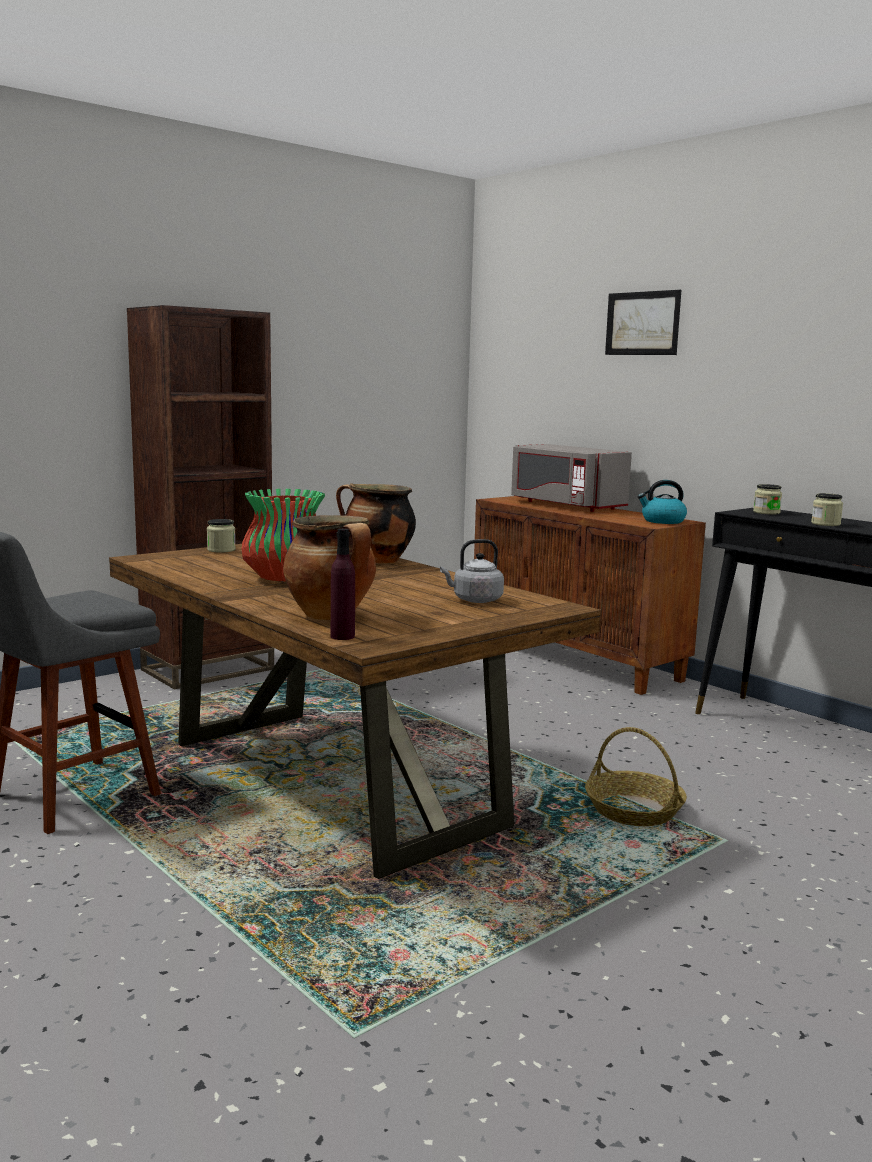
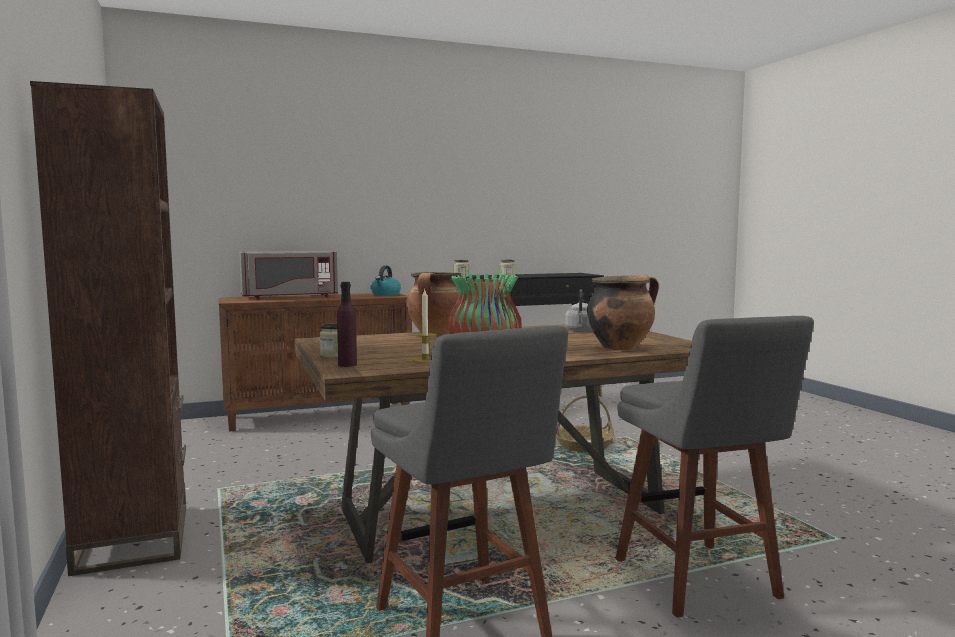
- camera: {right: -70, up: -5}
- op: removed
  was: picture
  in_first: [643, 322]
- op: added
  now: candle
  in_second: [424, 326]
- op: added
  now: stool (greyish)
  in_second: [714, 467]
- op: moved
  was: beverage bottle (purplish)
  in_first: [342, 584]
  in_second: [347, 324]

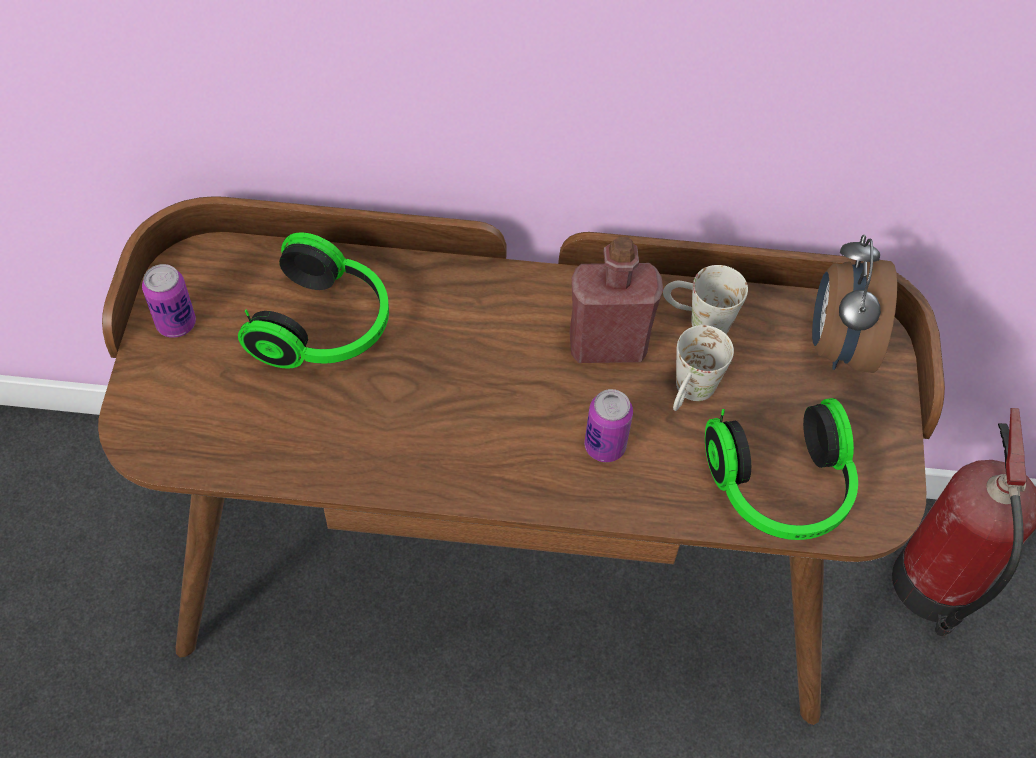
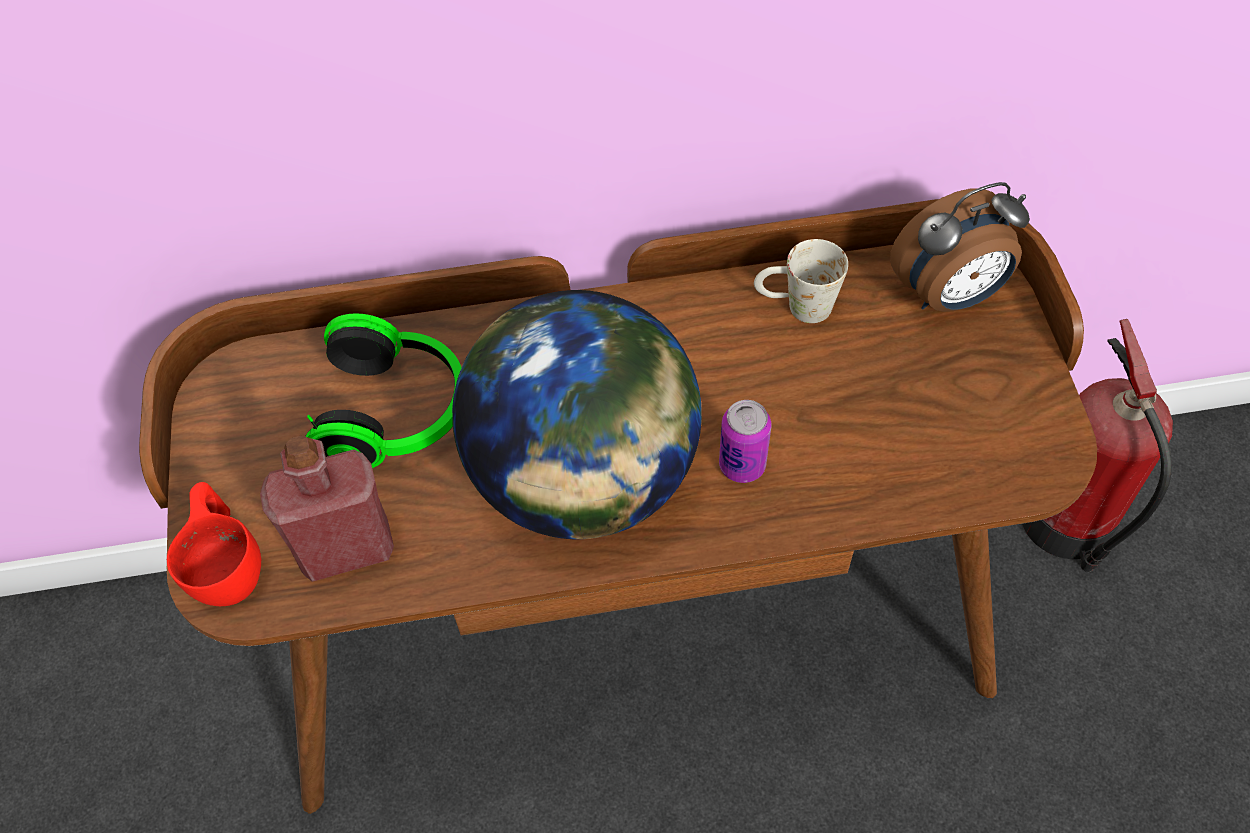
- camera: {right: -10, up: 0}
- op: removed
  was: can
  in_first: [169, 301]
- op: removed
  was: mug (whitish)
  in_first: [703, 368]
- op: removed
  was: headphones
  in_first: [781, 469]
- op: added
  now: drinking cup (reddish)
  in_second: [214, 544]
- op: added
  now: desk globe
  in_second: [577, 414]
- op: moved
  was: beverage bottle (reddish)
  in_first: [616, 300]
  in_second: [327, 509]
- op: turned
  was: table clock
  in_first: [854, 304]
  in_second: [960, 247]
  clockwise: -105

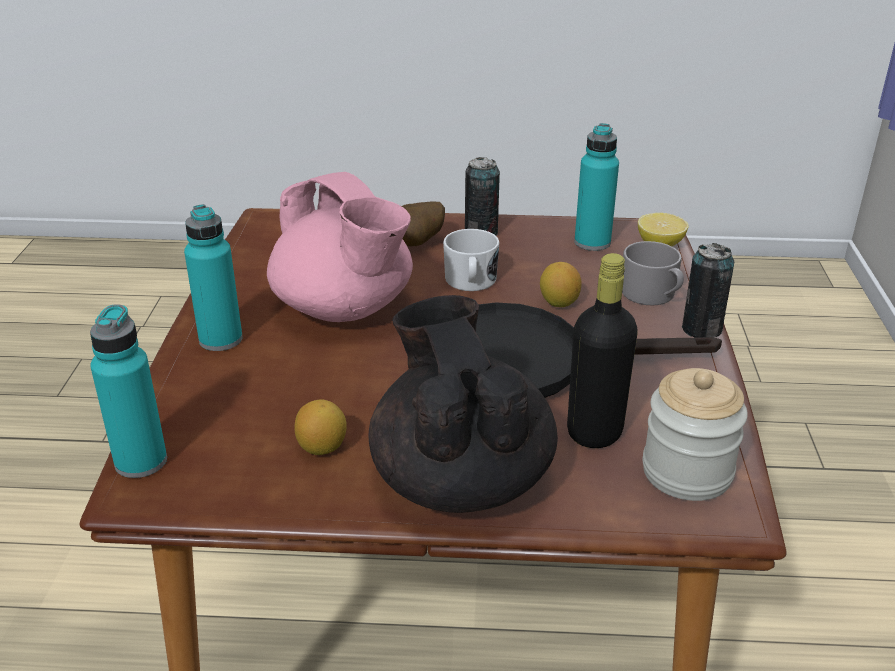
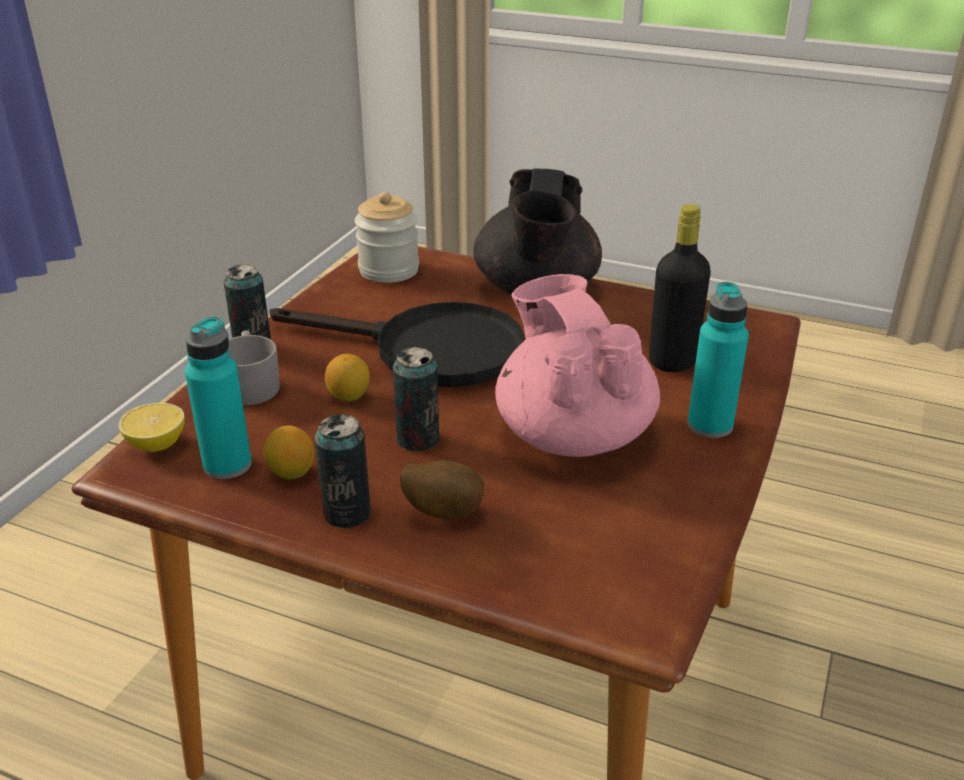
- camera: {right: -160, up: 0}
- op: removed
  was: beverage bottle (turquoise)
  in_first: [128, 391]
- op: moved
  was: lemon
  in_first: [321, 427]
  in_second: [289, 452]
- op: moved
  was: beverage bottle (black)
  in_first: [602, 350]
  in_second: [680, 288]
- op: replaced
  was: mug (whitish)
  now: can
  in_first: [471, 260]
  in_second: [416, 399]

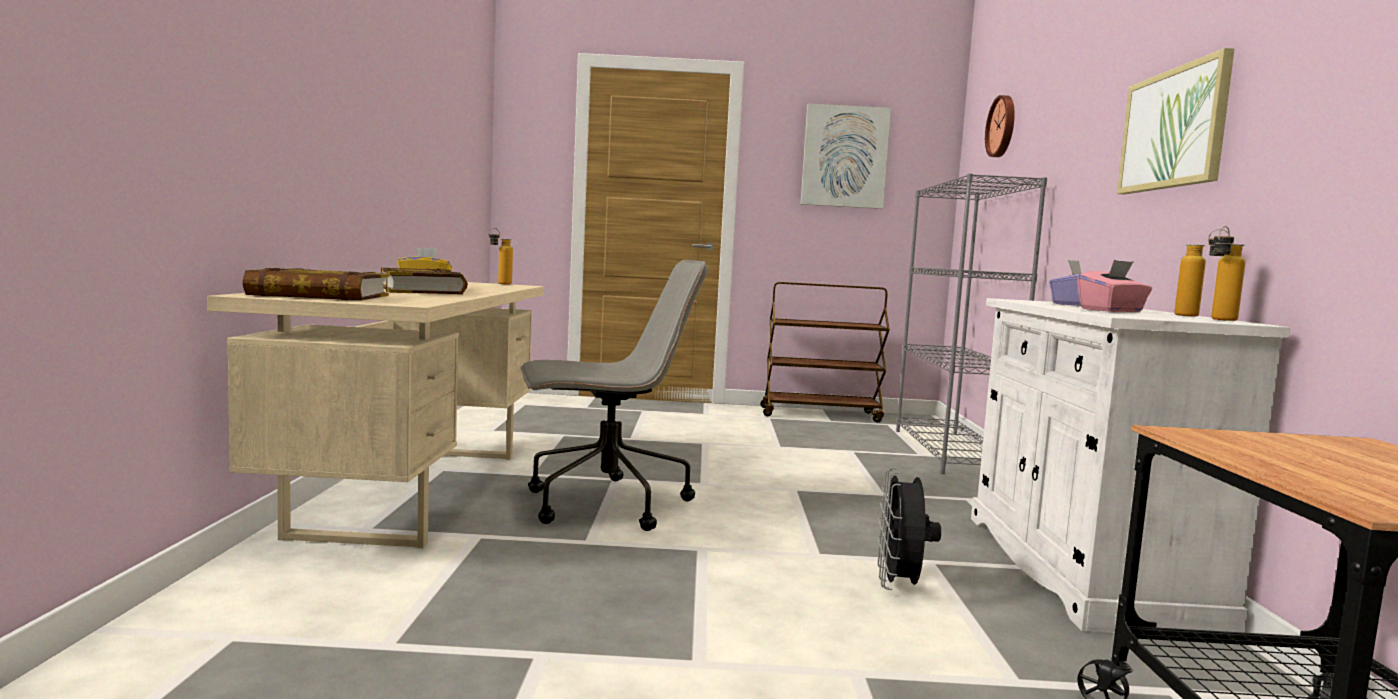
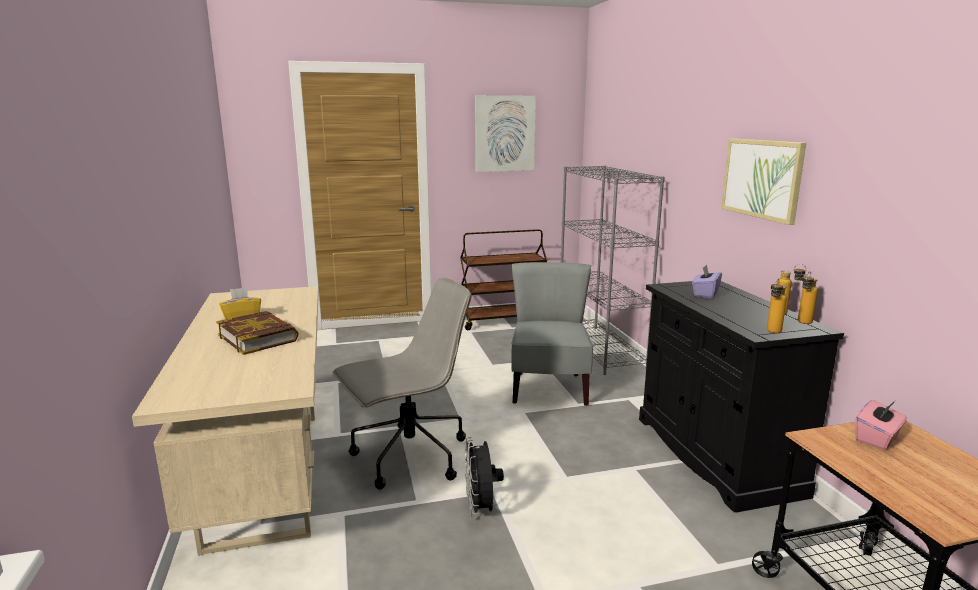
- camera: {right: -15, up: 10}
- op: removed
  was: bound book
  in_first: [315, 284]
- op: removed
  was: hanging clock
  in_first: [1000, 126]
- op: added
  now: upright chair (greyish)
  in_second: [552, 334]
- op: moved
  was: beverage bottle
  in_first: [500, 256]
  in_second: [777, 306]
- op: moved
  was: cooling fan (black)
  in_first: [909, 528]
  in_second: [484, 477]
- op: moved
  was: tissue box (pinkish)
  in_first: [1115, 286]
  in_second: [881, 425]
- op: recoloured
  was: cabinet (whitish)
  now: cabinet (black)
  in_first: [1130, 465]
  in_second: [741, 397]

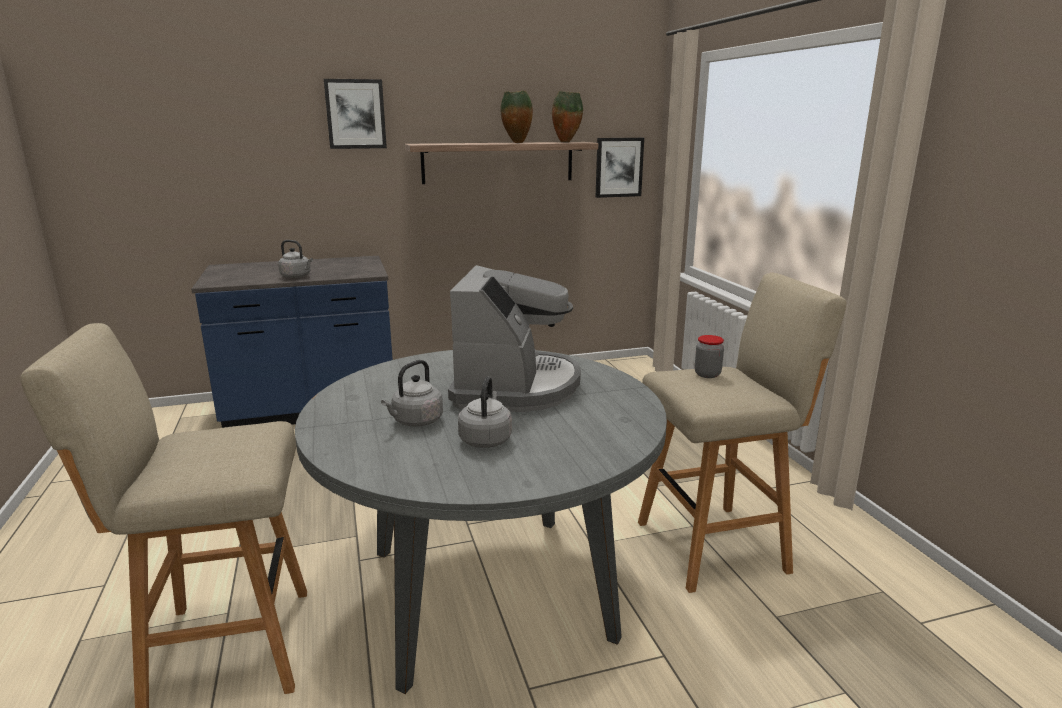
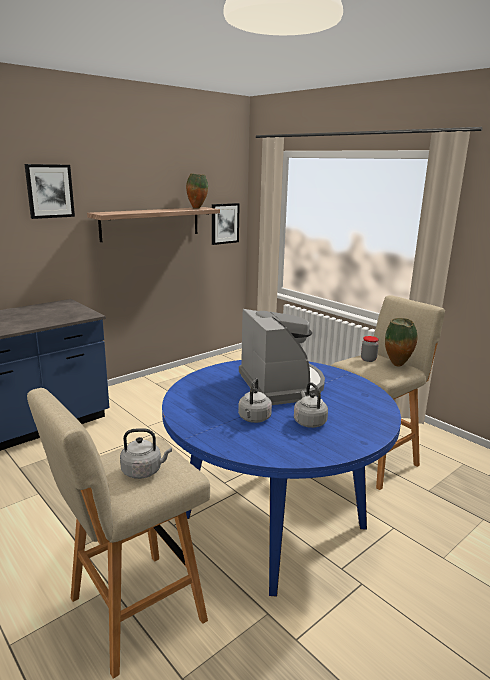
- camera: {right: -25, up: 0}
- op: moved
  was: kettle (greyish)
  in_first: [295, 259]
  in_second: [146, 453]
- op: moved
  was: flower vase
  in_first: [516, 117]
  in_second: [401, 342]
- op: recoloured
  was: dining table (greyish)
  now: dining table (blue)
  in_first: [481, 522]
  in_second: [281, 478]

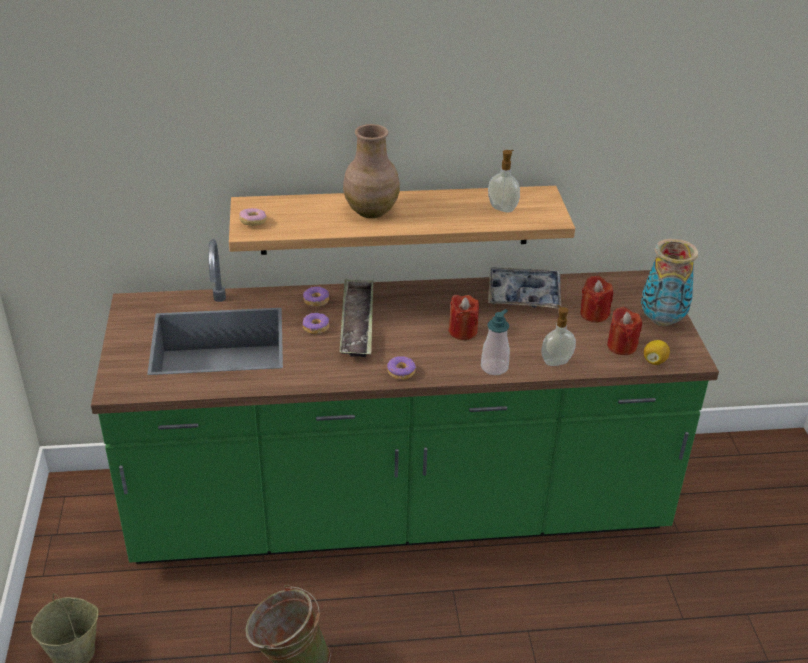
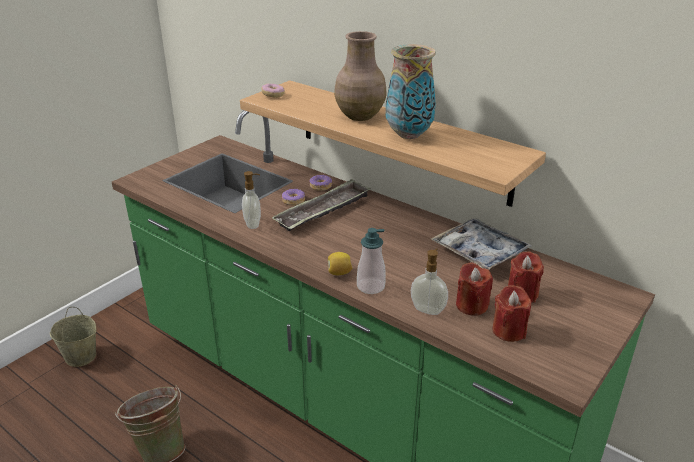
- camera: {right: 45, up: -5}
- op: removed
  was: donut
  in_first: [401, 368]
- op: moved
  was: candle (reddish)
  in_first: [464, 317]
  in_second: [474, 289]
- op: moved
  was: soap dispenser
  in_first: [504, 181]
  in_second: [251, 200]
- op: moved
  was: flower vase
  in_first: [669, 282]
  in_second: [411, 91]
- op: moved
  was: lemon
  in_first: [657, 352]
  in_second: [340, 263]

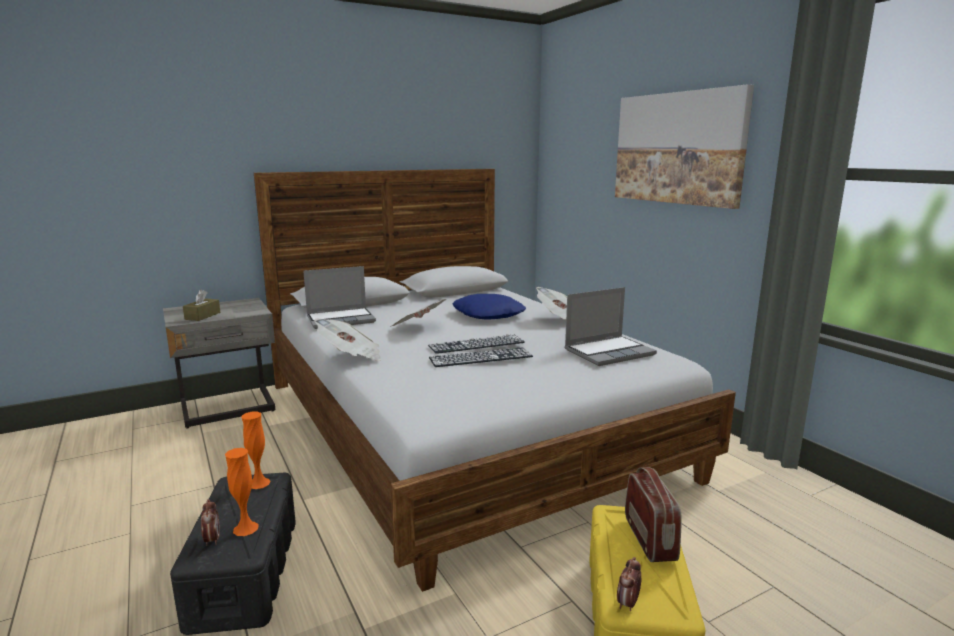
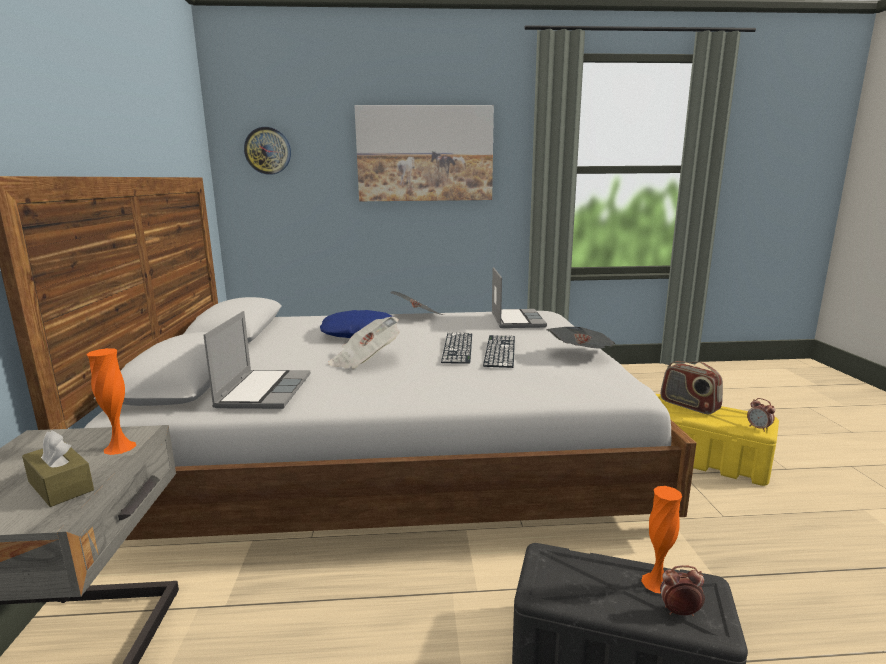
- camera: {right: -65, up: 0}
- op: added
  now: hanging clock
  in_second: [267, 151]
- op: moved
  was: flower vase (orange-coloured)
  in_first: [256, 450]
  in_second: [111, 401]
- op: moved
  was: daily paper
  in_first: [347, 339]
  in_second: [580, 338]
- op: turned
  was: radio set
  in_first: [653, 514]
  in_second: [692, 387]
  clockwise: -150

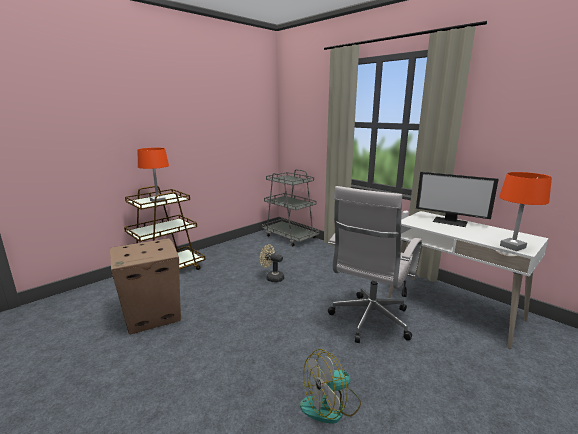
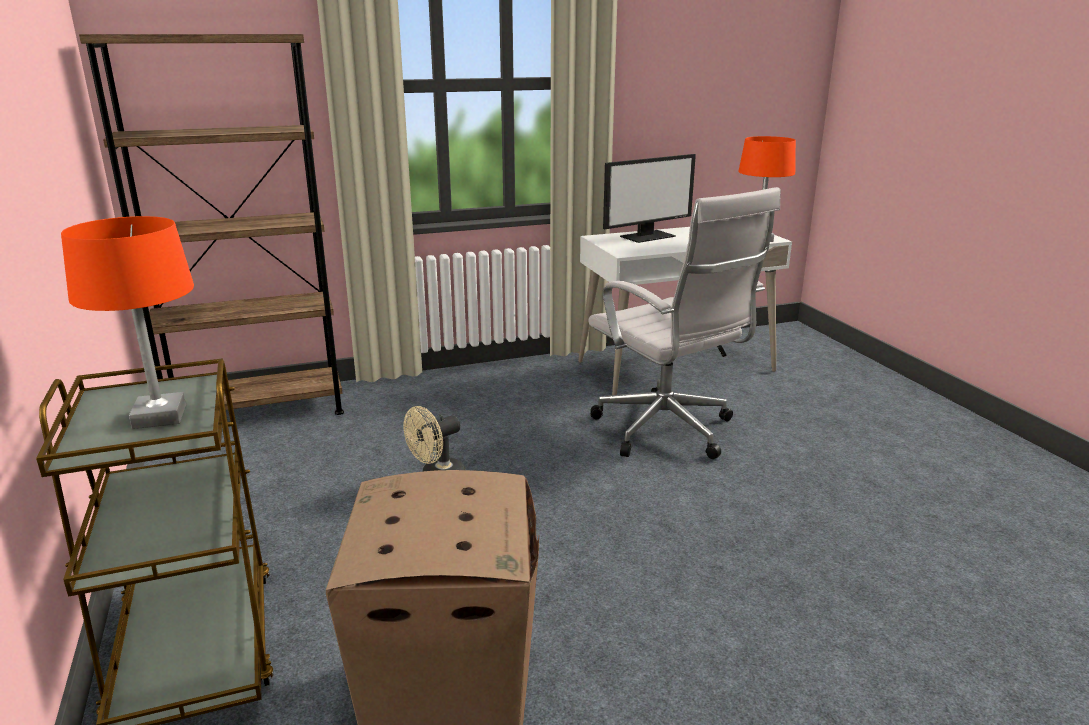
- camera: {right: -65, up: 5}
- op: removed
  was: cooling fan
  in_first: [330, 386]
- op: replaced
  was: trolley (greyish)
  now: bookcase (brown)
  in_first: [290, 207]
  in_second: [211, 224]

